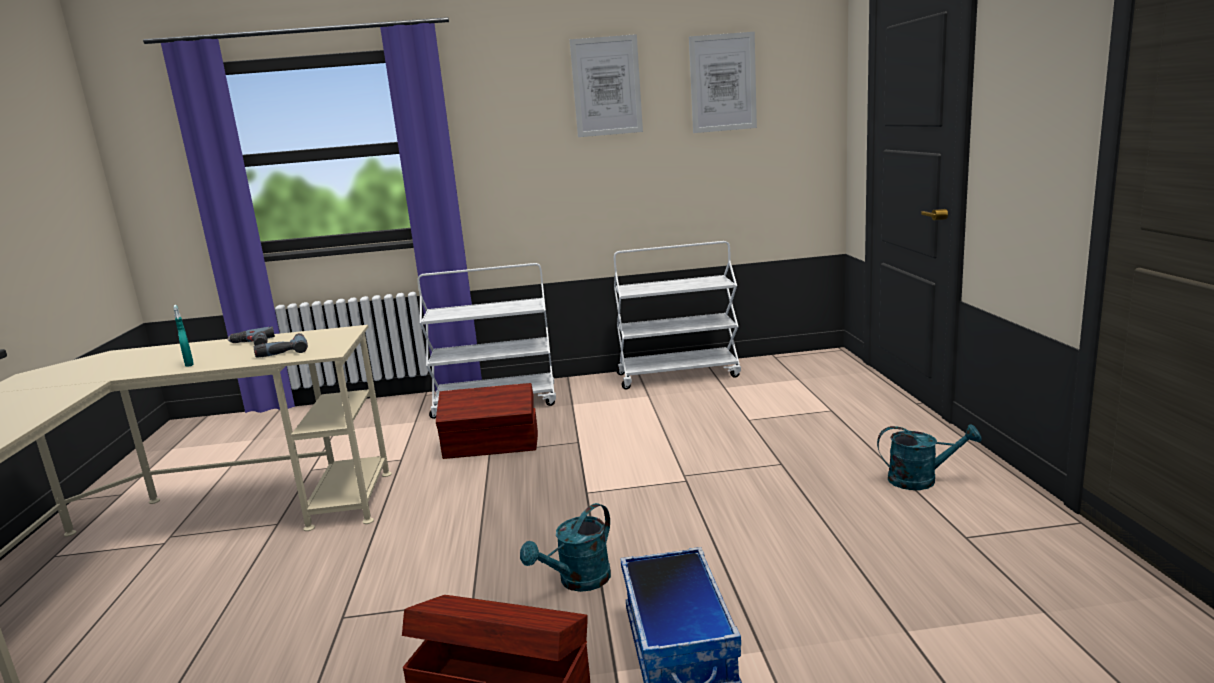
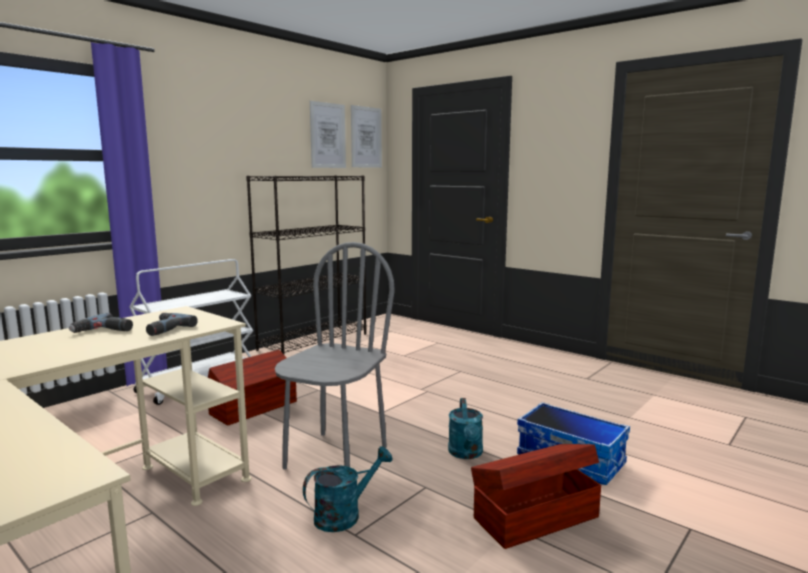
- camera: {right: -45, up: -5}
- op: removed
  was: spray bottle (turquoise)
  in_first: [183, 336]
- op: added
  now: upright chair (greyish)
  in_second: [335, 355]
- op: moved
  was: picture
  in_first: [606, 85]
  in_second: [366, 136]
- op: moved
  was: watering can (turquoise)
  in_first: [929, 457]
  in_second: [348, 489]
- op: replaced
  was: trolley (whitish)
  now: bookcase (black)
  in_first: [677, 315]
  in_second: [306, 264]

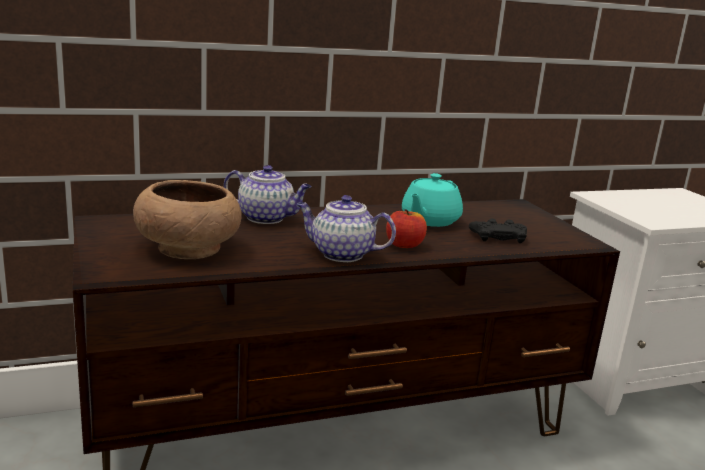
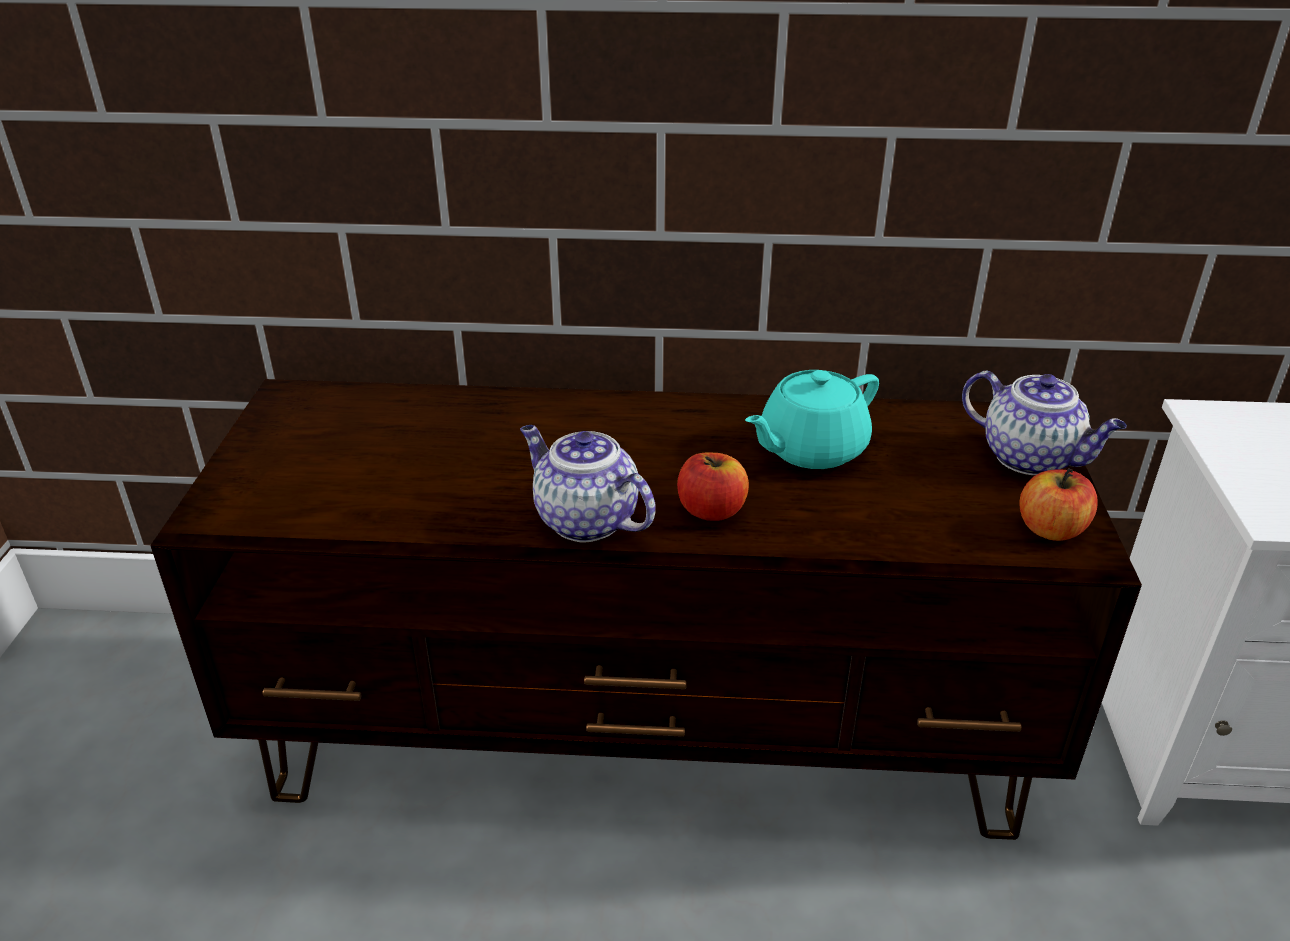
- camera: {right: 25, up: 15}
- op: removed
  was: bowl (brown)
  in_first: [187, 219]
- op: removed
  was: game controller (black)
  in_first: [498, 231]
- op: added
  now: apple
  in_second: [1058, 504]
- op: moved
  was: pot for tea
  in_first: [268, 194]
  in_second: [1044, 423]

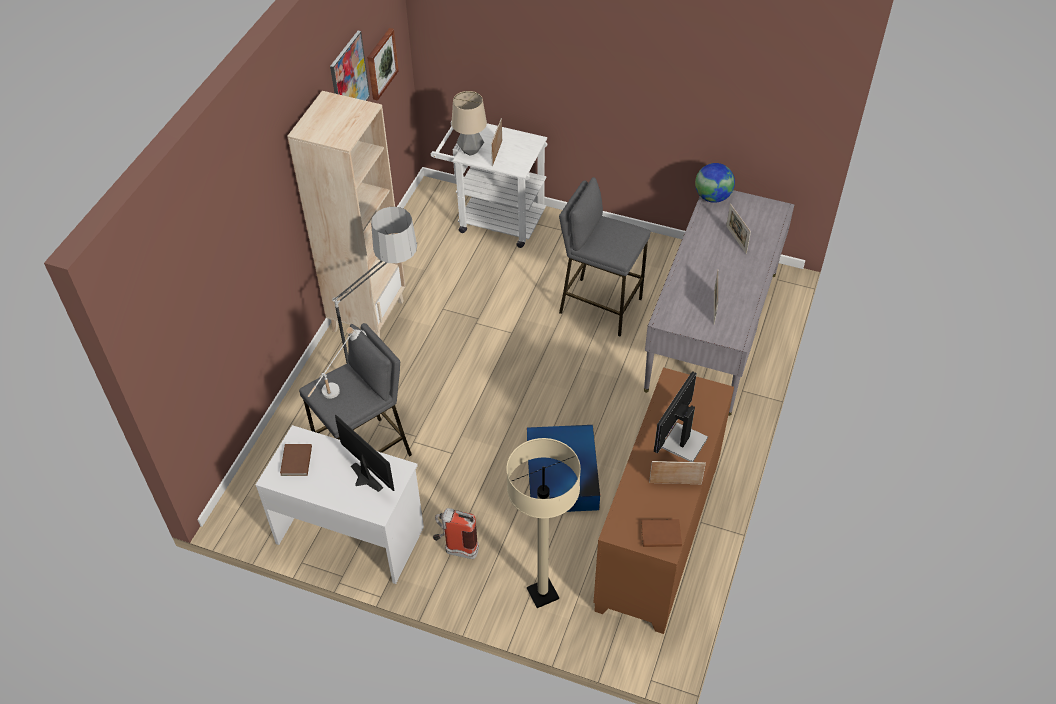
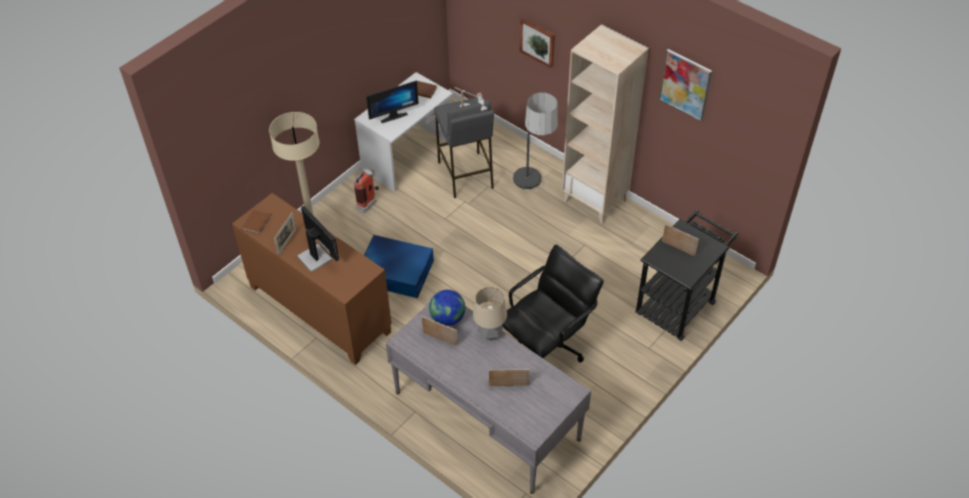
- camera: {right: 110, up: 0}
- op: moved
  was: picture
  in_first: [383, 64]
  in_second: [537, 43]
- op: moved
  was: lamp for a table
  in_first: [469, 123]
  in_second: [490, 314]
- op: moved
  was: desk globe
  in_first: [715, 183]
  in_second: [447, 308]
- op: replaced
  was: stool (greyish)
  now: office chair (black)
  in_first: [605, 256]
  in_second: [553, 303]
- op: recoloured
  was: trolley (whitish)
  now: trolley (black)
  in_first: [489, 184]
  in_second: [686, 275]

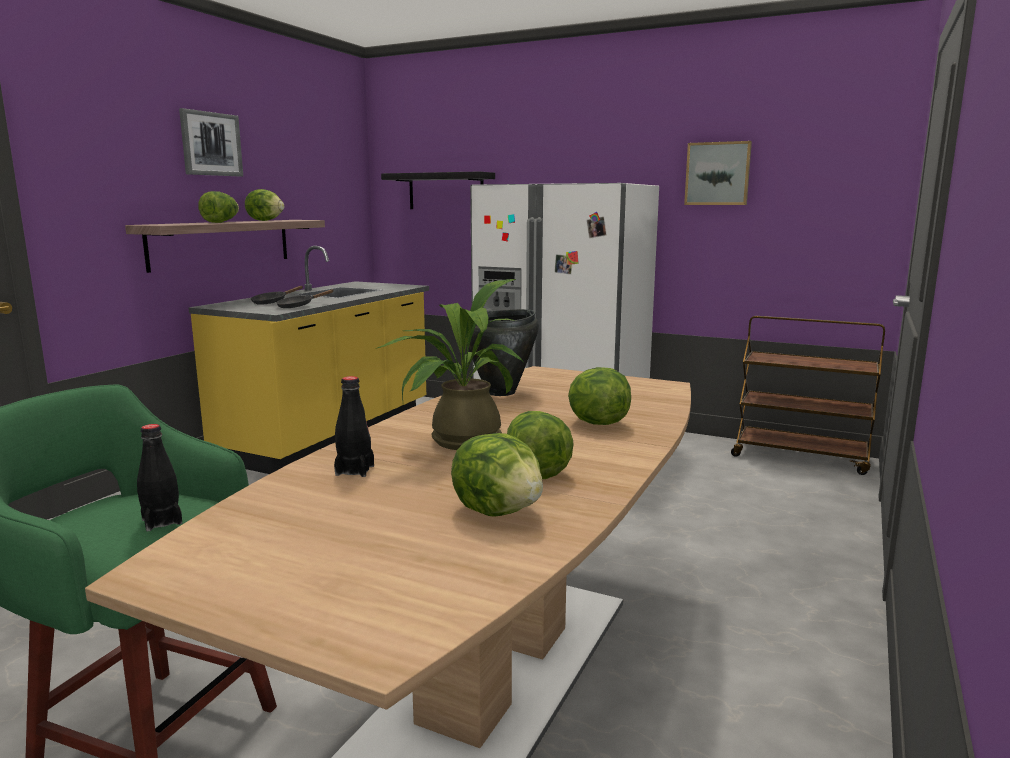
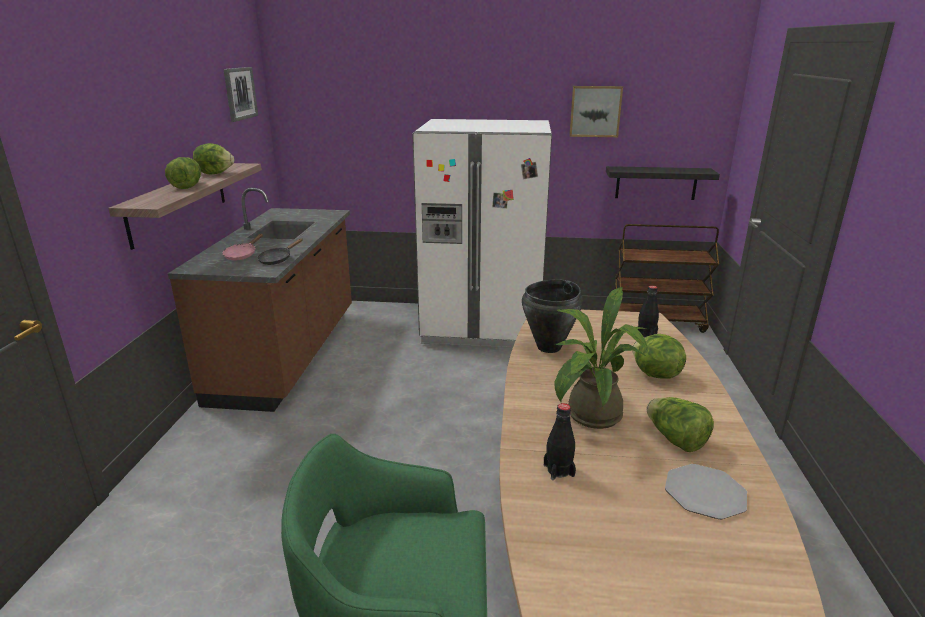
- camera: {right: -20, up: 10}
- op: moved
  was: beverage bottle (black)
  in_first: [159, 477]
  in_second: [648, 311]
- op: moved
  was: picture
  in_first: [211, 142]
  in_second: [240, 94]
- op: moved
  was: shelf (black)
  in_first: [438, 190]
  in_second: [663, 183]
- op: replaced
  was: lettuce head
  now: flat dish
  in_first: [497, 475]
  in_second: [706, 491]
- op: recoloured
  was: kitchen counter (yellow)
  now: kitchen counter (brown)
  in_first: [308, 360]
  in_second: [260, 300]
- op: recoloured
  was: pan (black)
  now: pan (pinkish)
  in_first: [277, 295]
  in_second: [243, 247]

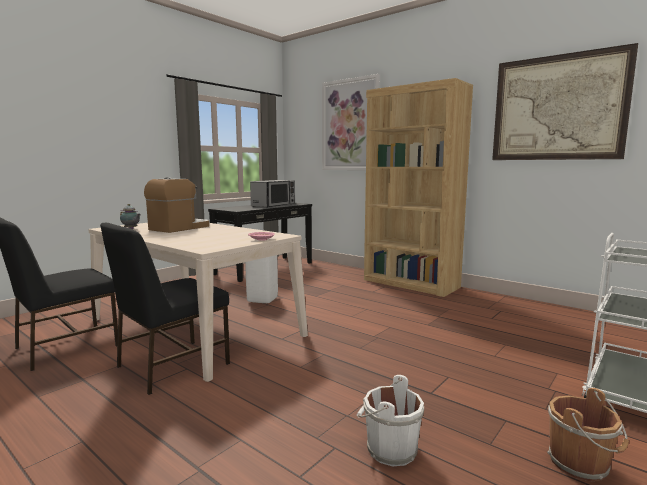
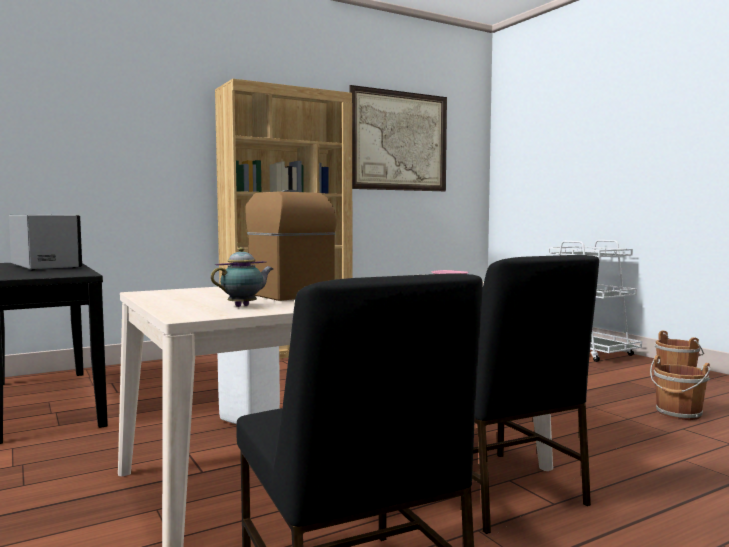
- camera: {right: -70, up: -5}
- op: removed
  was: picture
  in_first: [351, 122]
- op: recoloured
  was: pail (whitish)
  now: pail (brown)
  in_first: [390, 421]
  in_second: [680, 387]

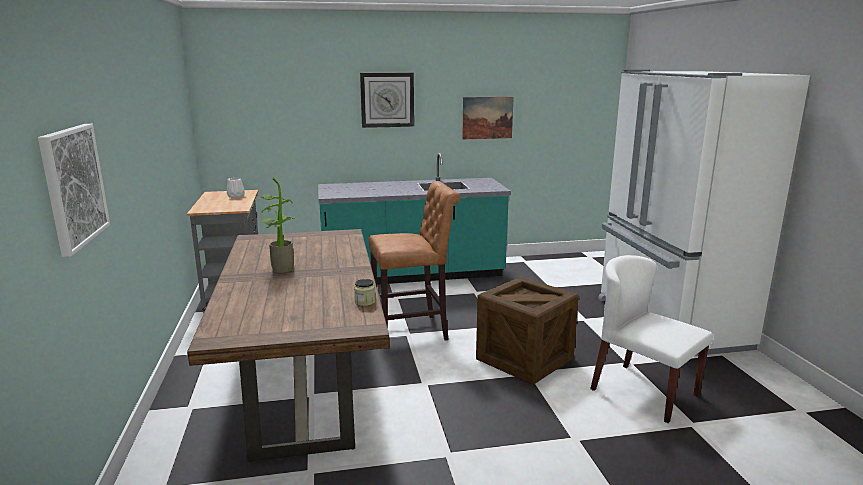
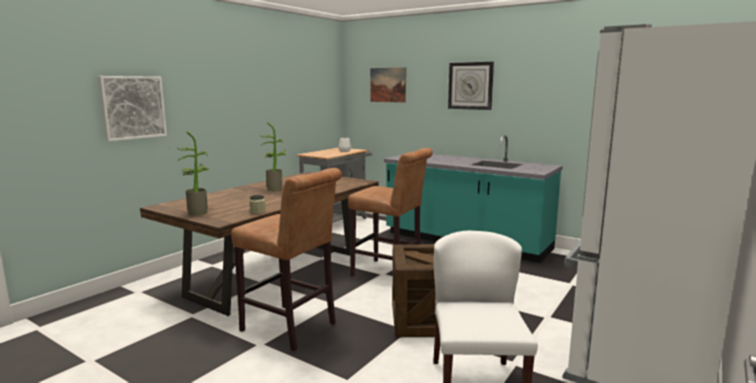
- camera: {right: 45, up: -5}
- op: added
  now: houseplant
  in_second: [192, 173]
- op: added
  now: stool (brown)
  in_second: [286, 259]
- op: moved
  was: picture
  in_first: [488, 118]
  in_second: [388, 85]

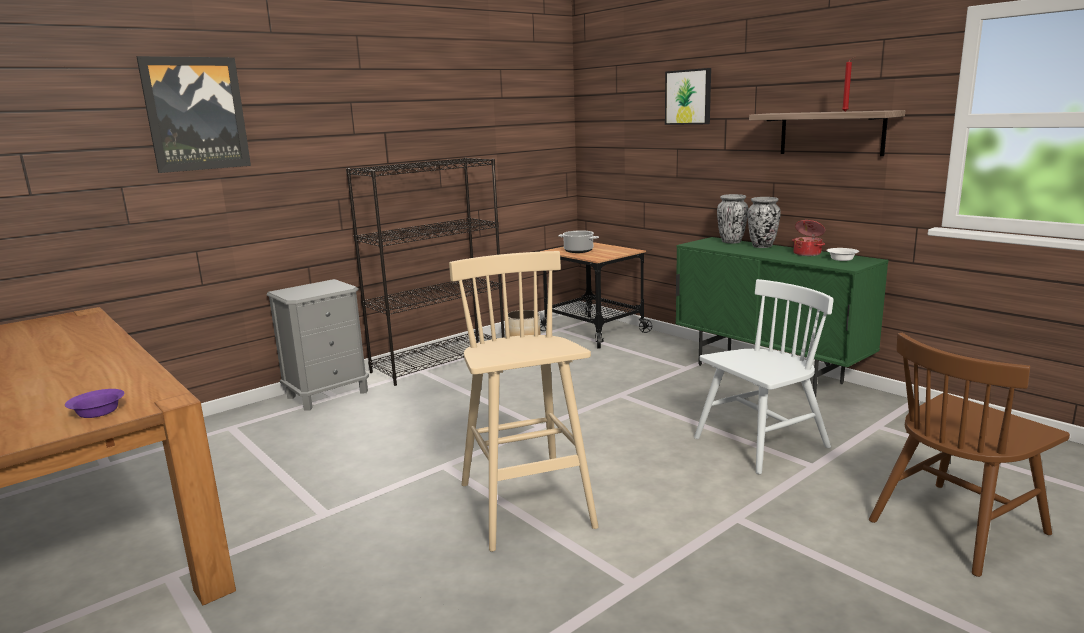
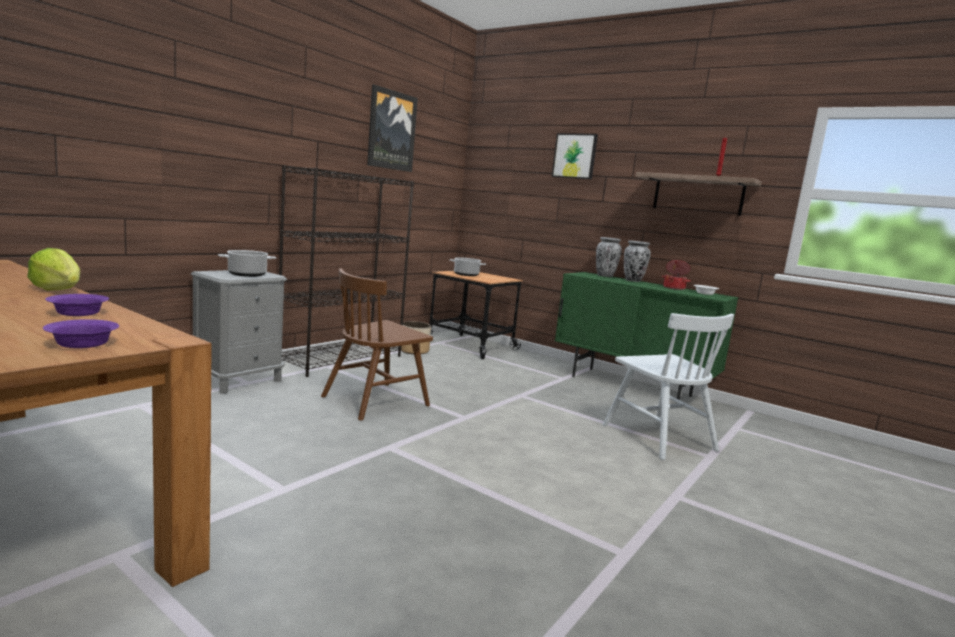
- camera: {right: -15, up: -5}
- op: removed
  was: stool (sand-coloured)
  in_first: [523, 401]
- op: added
  now: lettuce head
  in_second: [53, 269]
- op: added
  now: bowl (purplish)
  in_second: [77, 305]
- op: added
  now: cooking pot
  in_second: [247, 263]
- op: moved
  was: picture
  in_first: [193, 114]
  in_second: [392, 128]
- op: moved
  was: upright chair (brown)
  in_first: [969, 455]
  in_second: [377, 344]
- op: turned
  was: upright chair (whitish)
  in_first: [764, 376]
  in_second: [668, 386]
  clockwise: 105

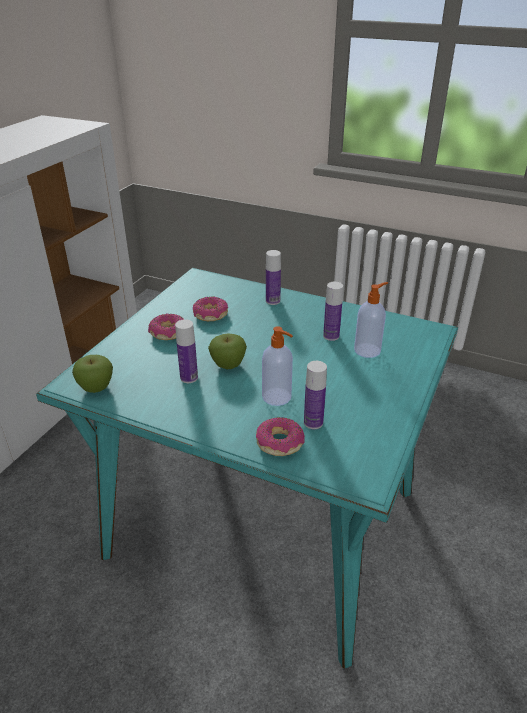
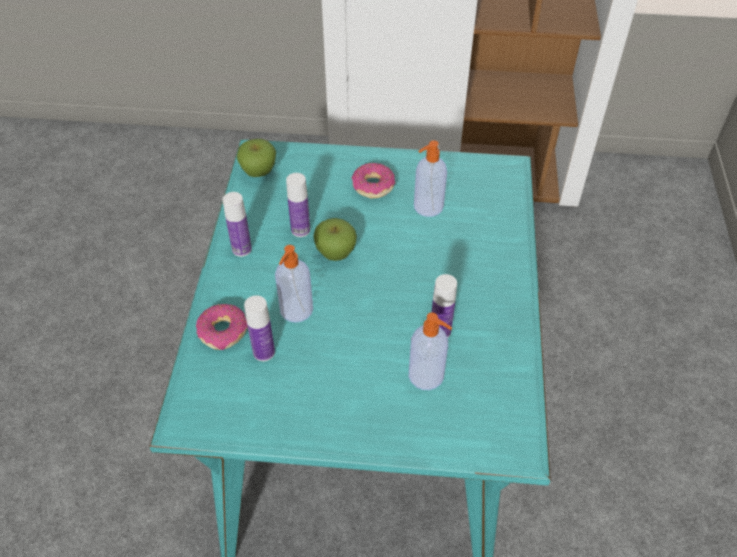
- camera: {right: 70, up: 15}
- op: moved
  was: beverage bottle
  in_first: [273, 277]
  in_second: [237, 224]
- op: replaced
  was: donut
  now: soap dispenser
  in_first: [210, 309]
  in_second: [430, 178]

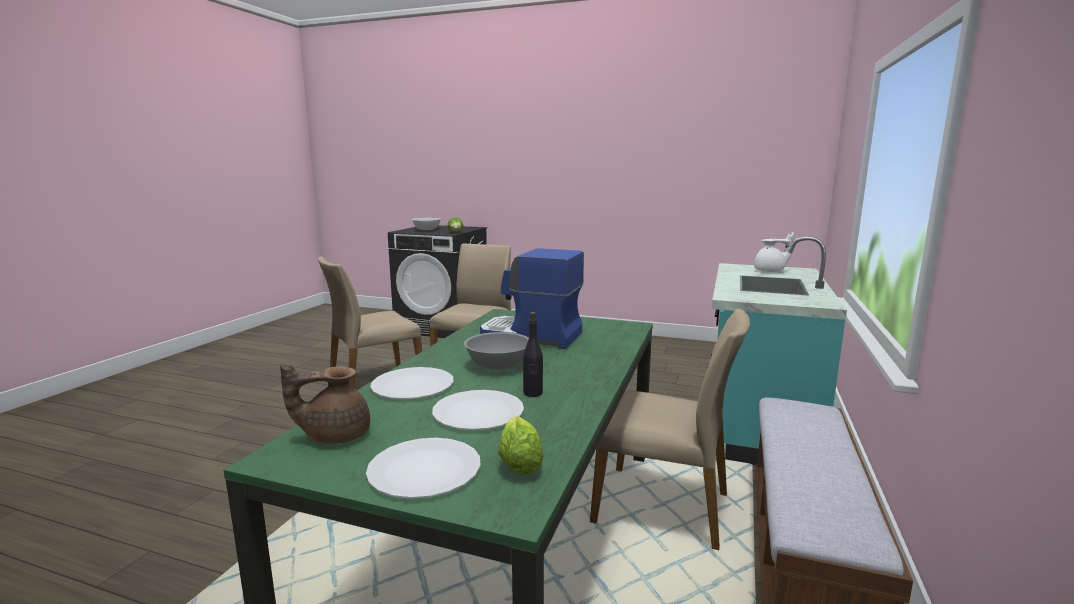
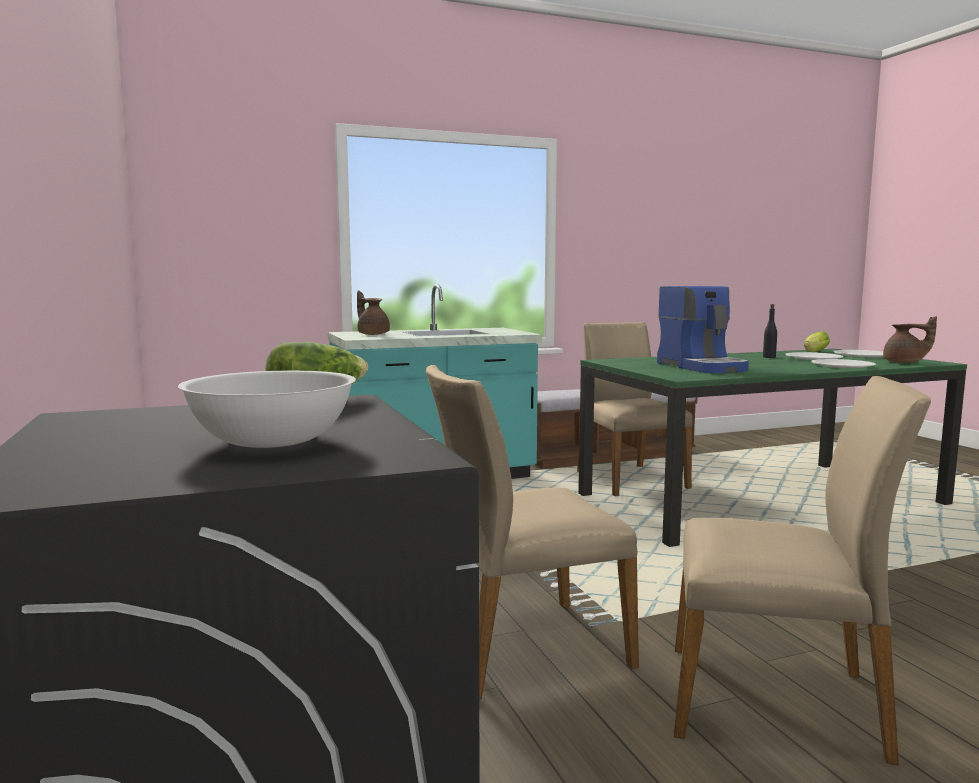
- camera: {right: -130, up: -5}
- op: removed
  was: bowl (greyish)
  in_first: [496, 351]
- op: recoloured
  was: pot for tea (whitish)
  now: pot for tea (brown)
  in_first: [774, 252]
  in_second: [373, 312]

